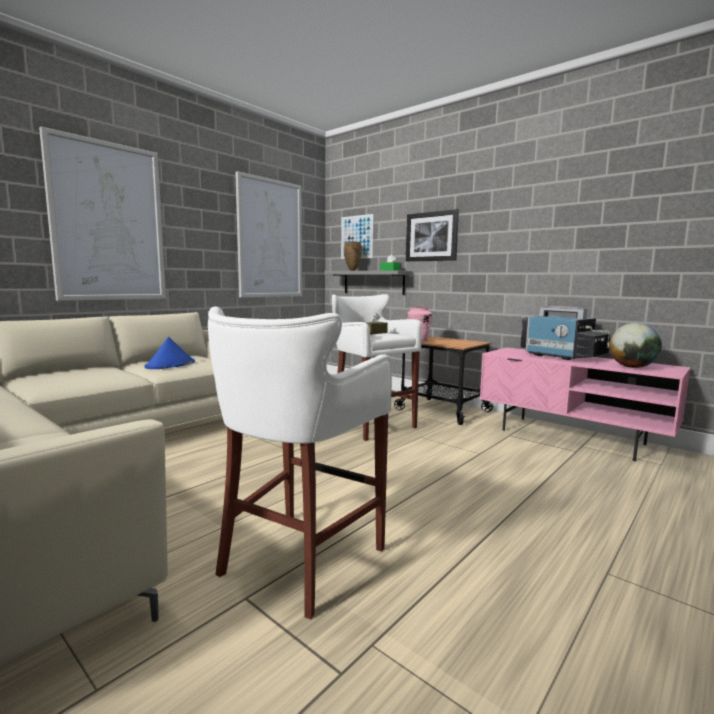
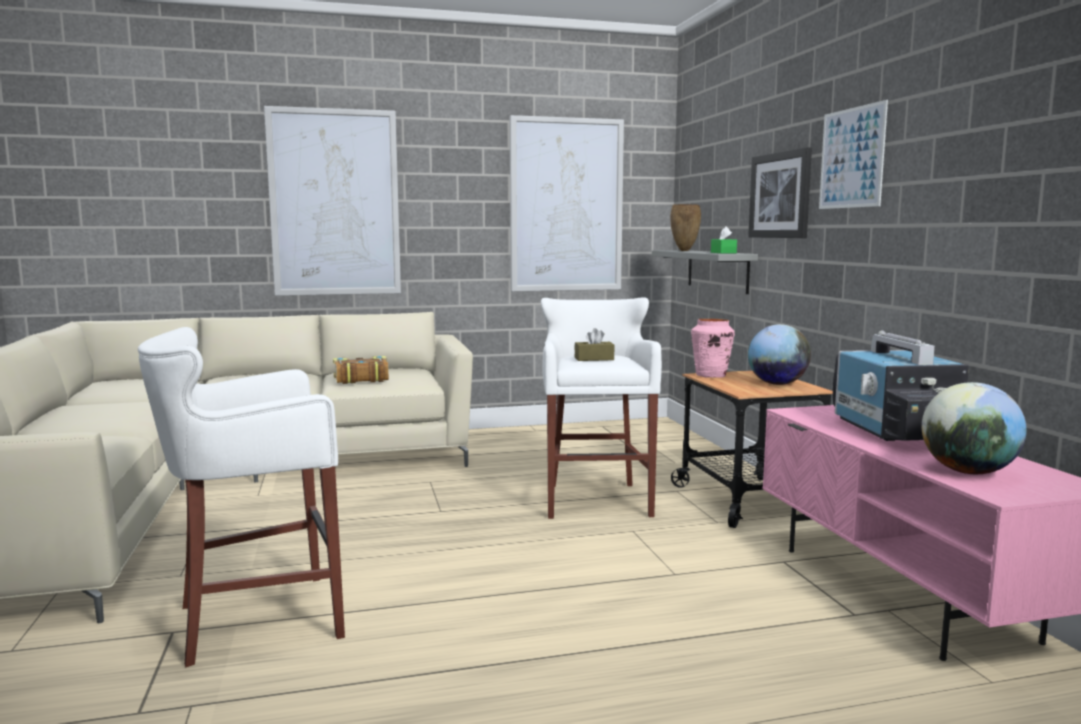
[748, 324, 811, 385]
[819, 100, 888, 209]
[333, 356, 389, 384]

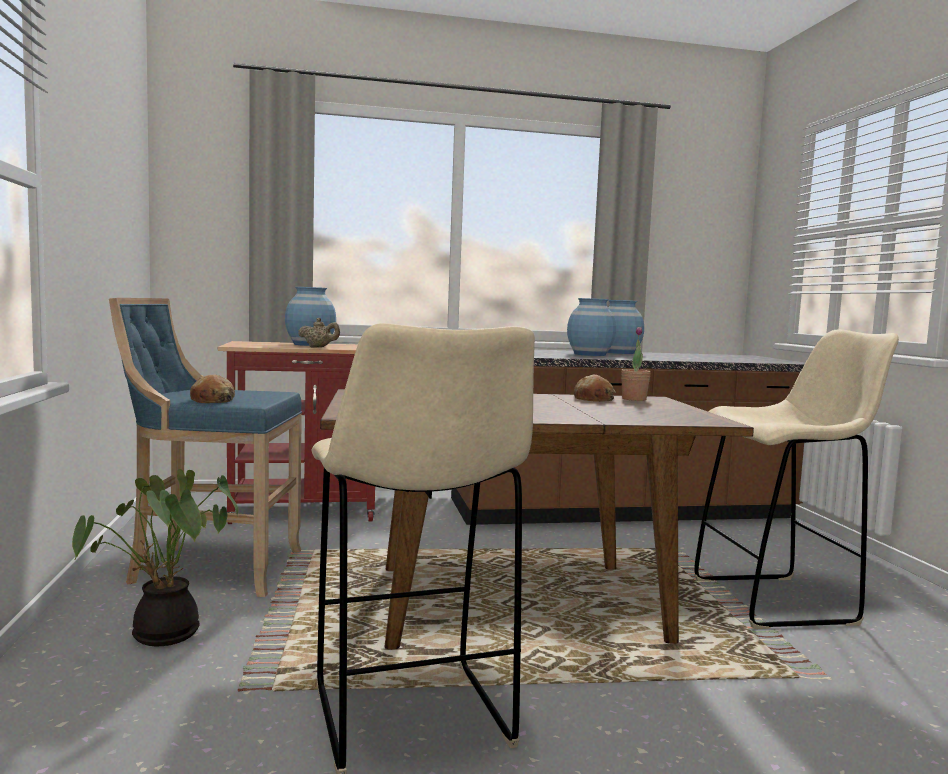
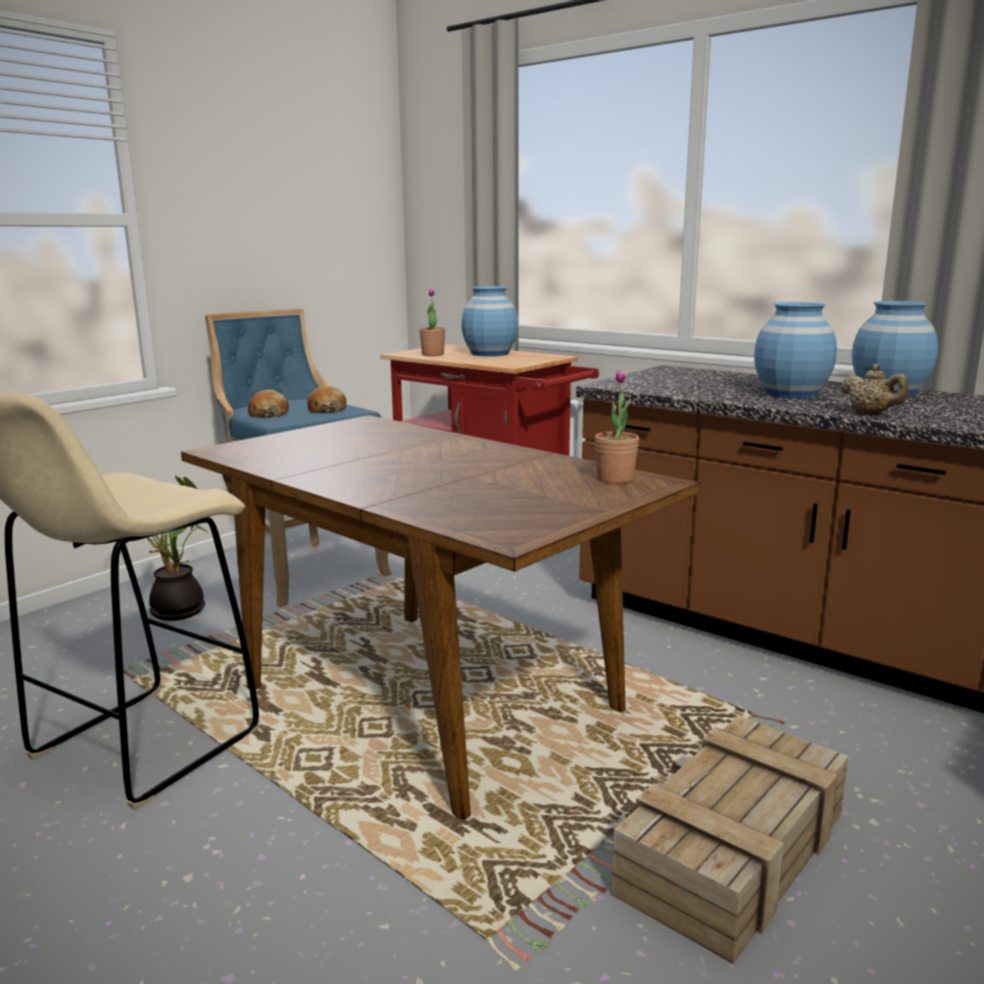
[419, 288, 445, 356]
[840, 364, 909, 414]
[307, 386, 347, 413]
[611, 716, 849, 964]

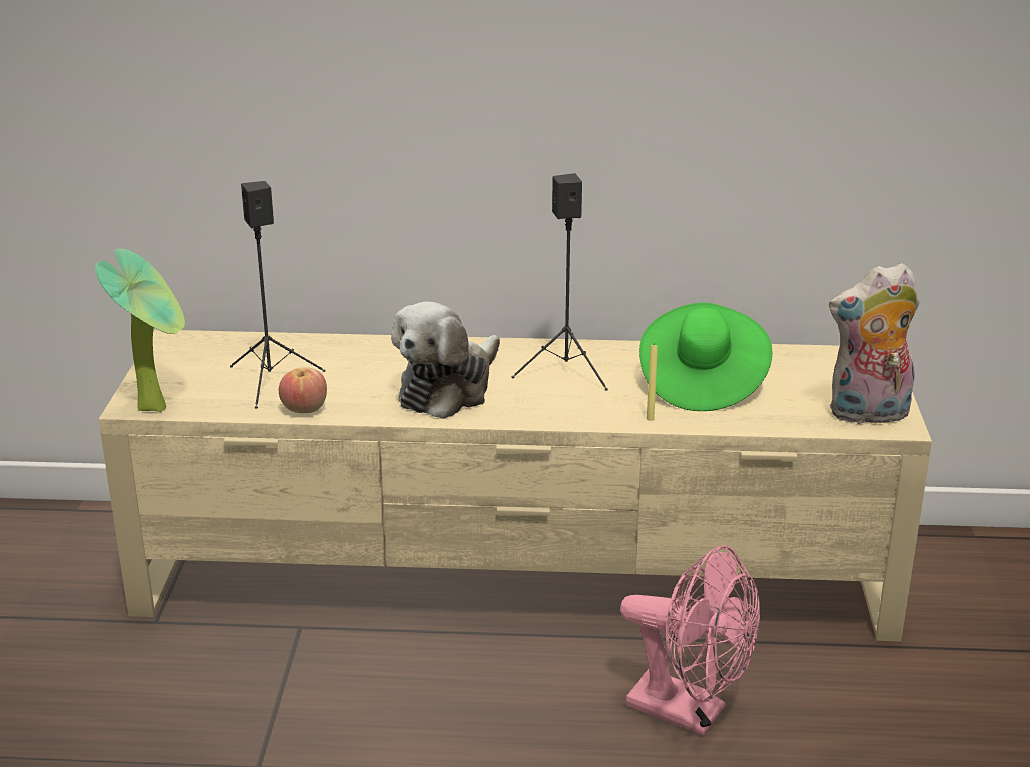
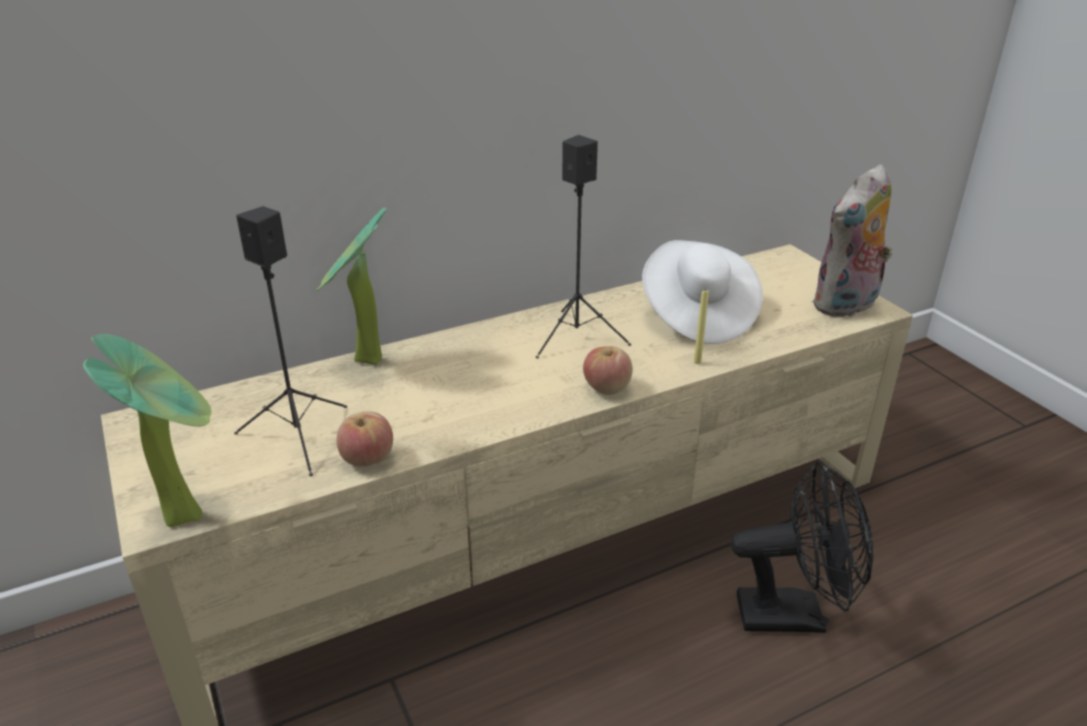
[391, 302, 500, 419] (first image)
[316, 208, 387, 365]
[583, 346, 633, 395]
[731, 460, 873, 633]
[642, 240, 763, 344]

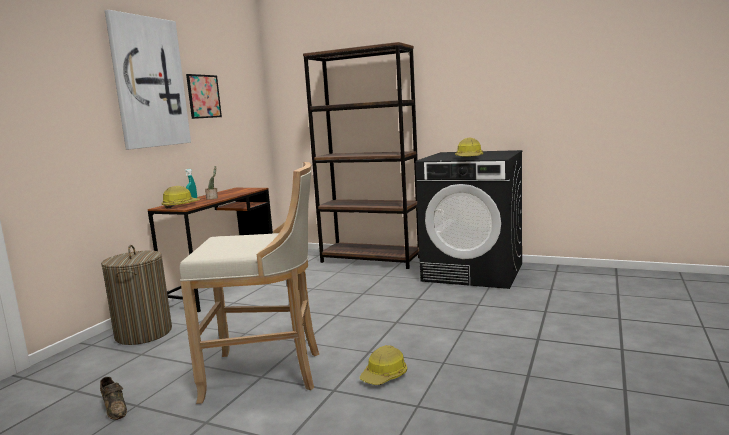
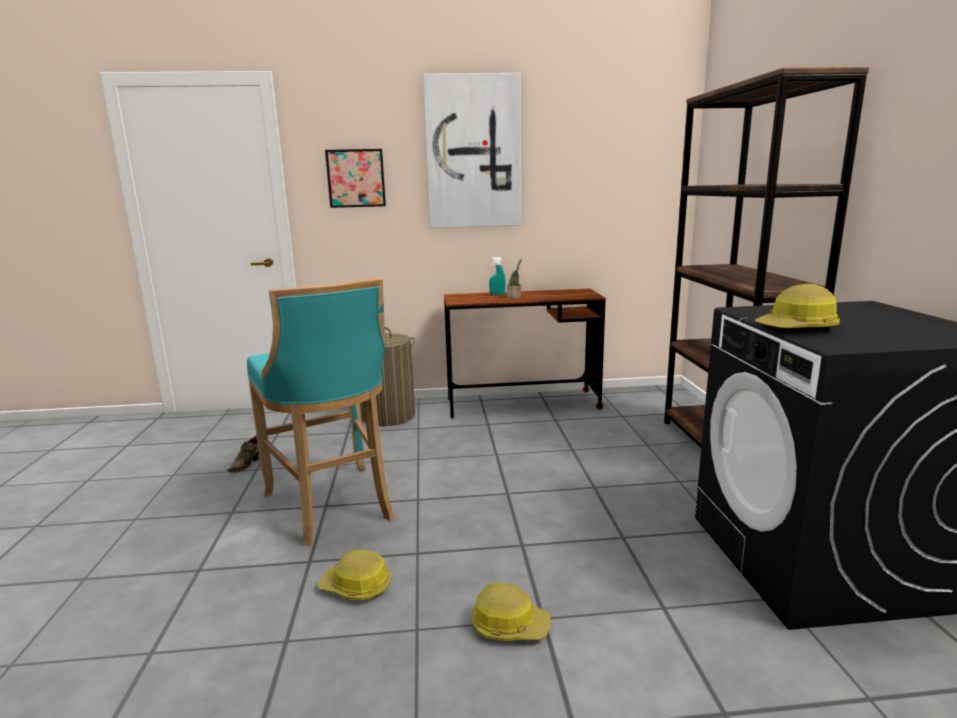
[471, 582, 551, 641]
[325, 149, 386, 208]
[247, 278, 394, 546]

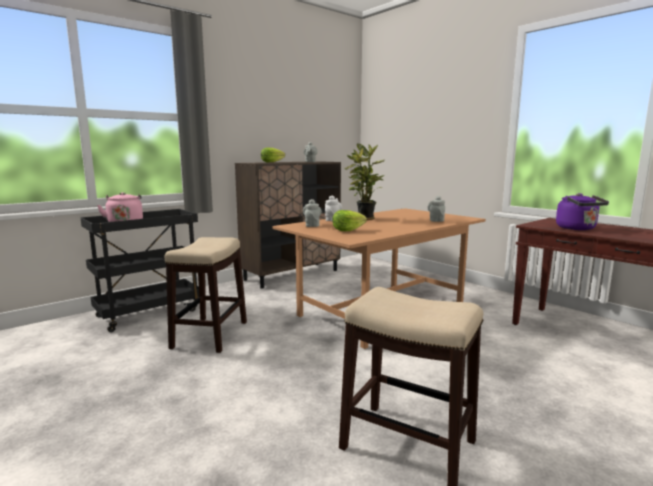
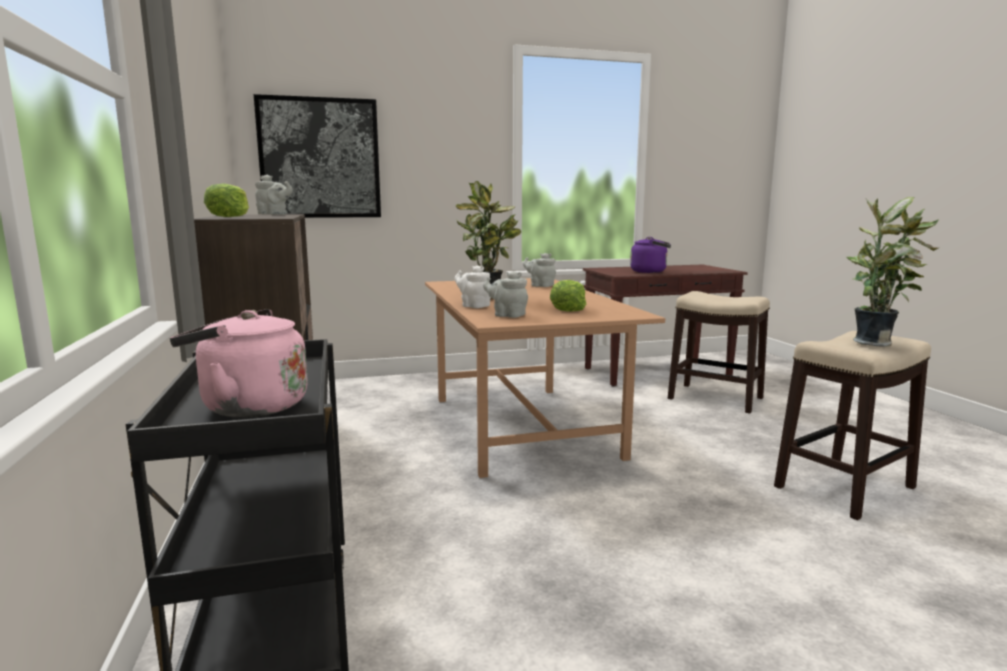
[254, 94, 381, 218]
[847, 197, 939, 347]
[668, 291, 770, 413]

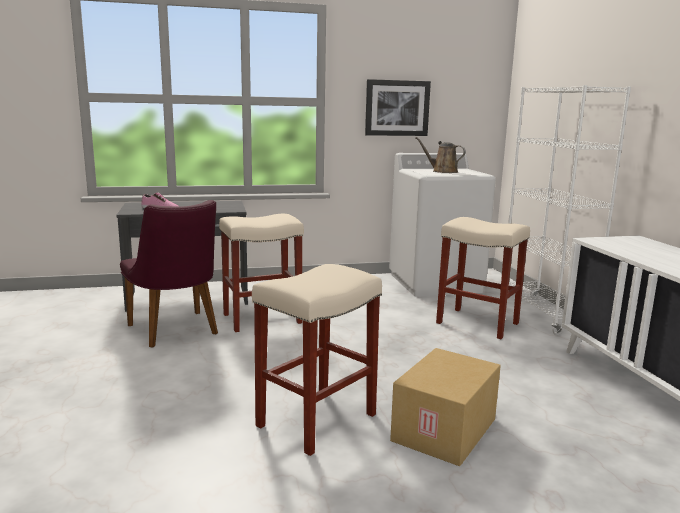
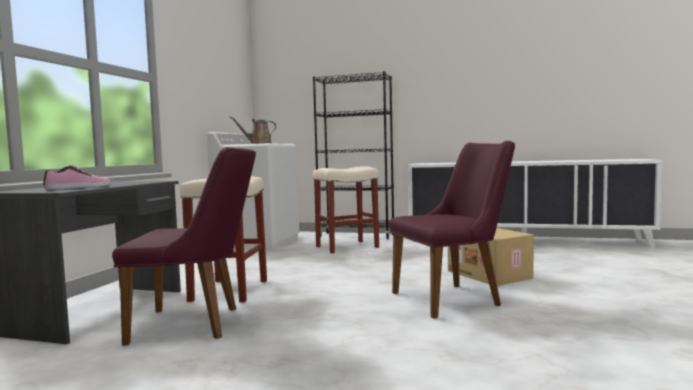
[365, 79, 431, 136] (first image)
[389, 141, 515, 318]
[313, 71, 394, 239]

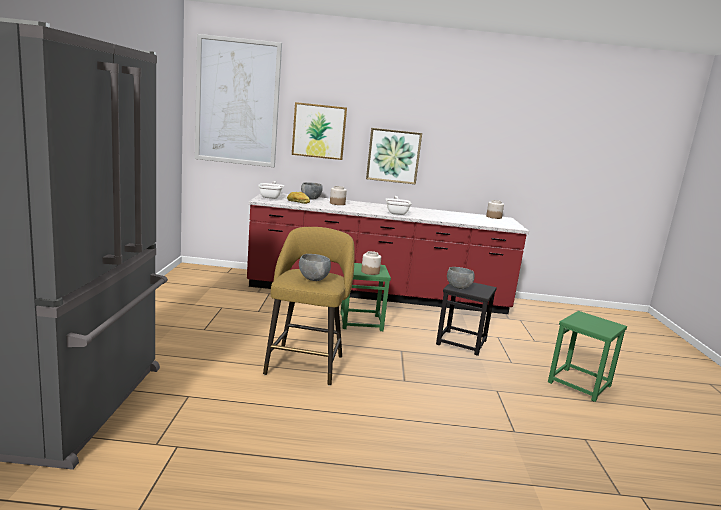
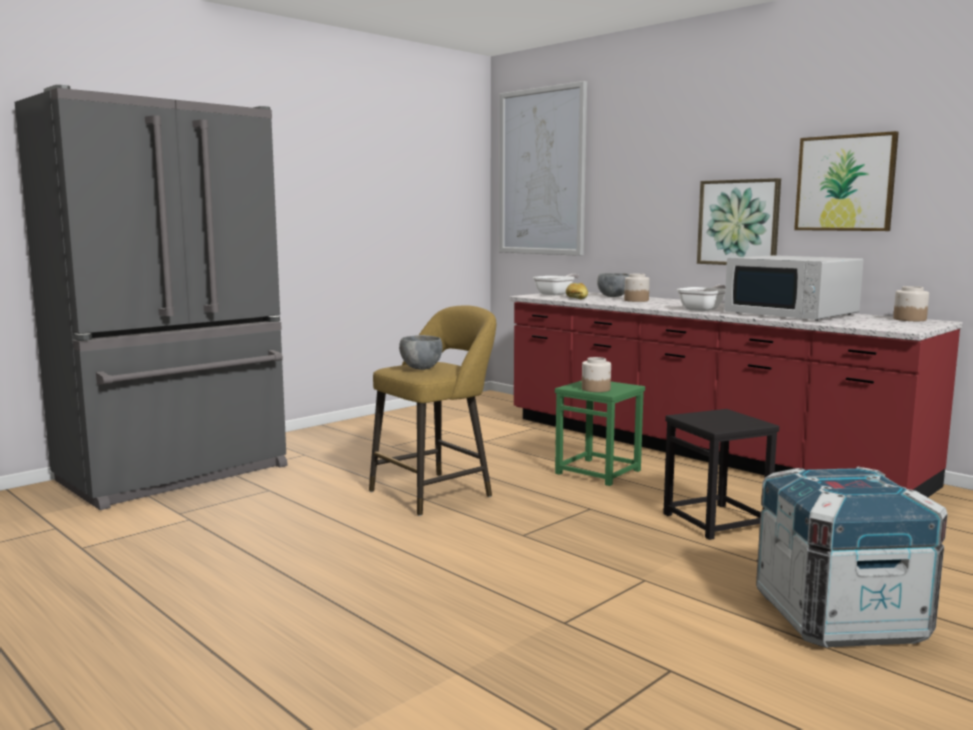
[447, 267, 475, 289] (first image)
[724, 255, 864, 321]
[794, 131, 899, 231]
[756, 466, 948, 648]

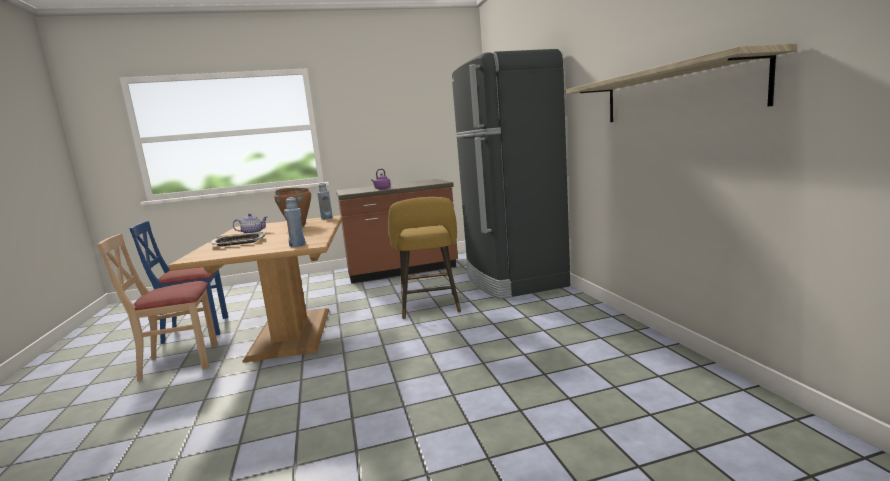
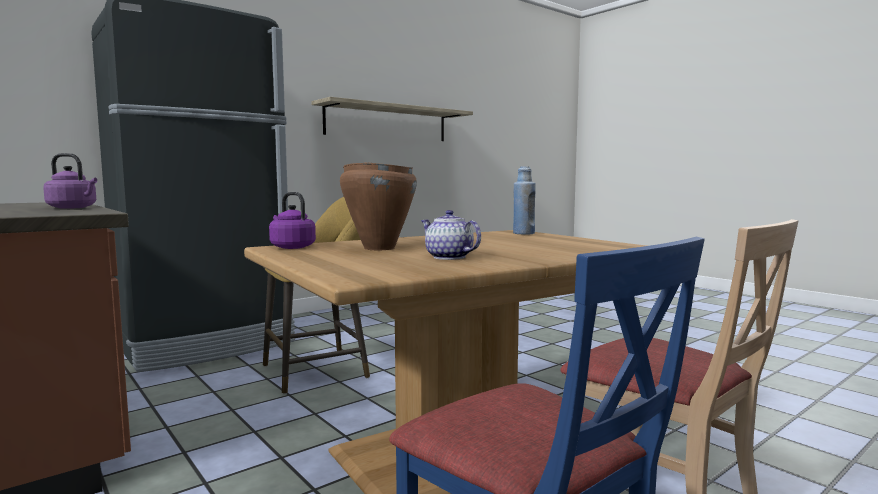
[210, 231, 265, 247] (first image)
[269, 192, 316, 249]

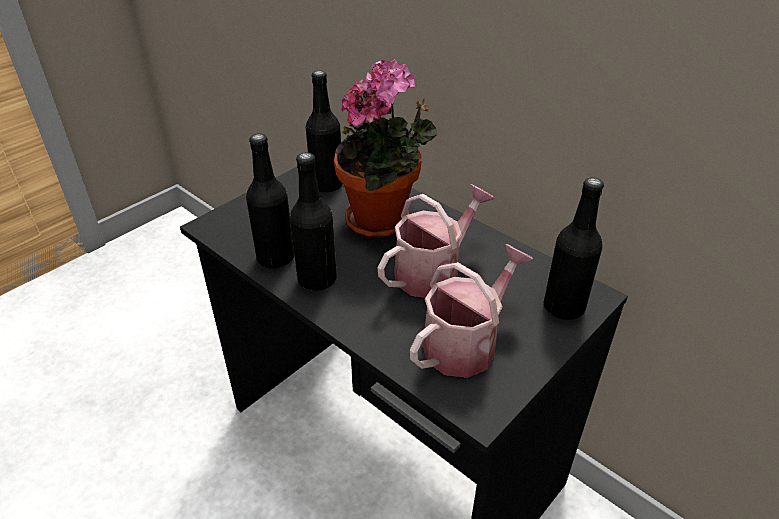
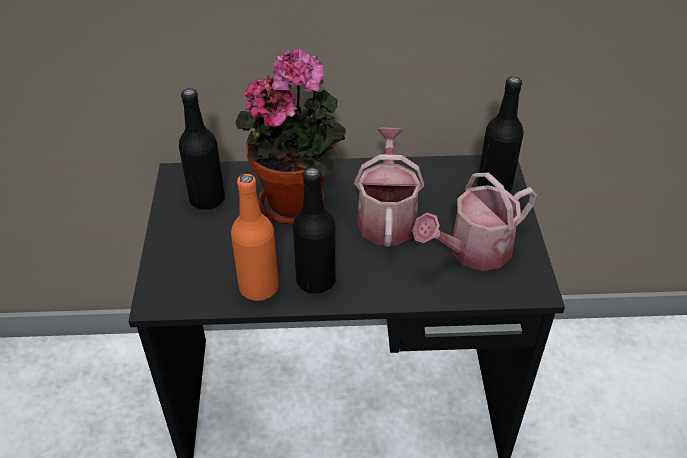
[231, 174, 279, 301]
[412, 173, 537, 271]

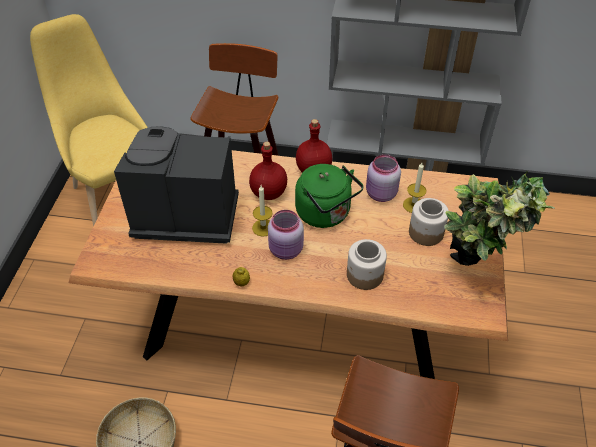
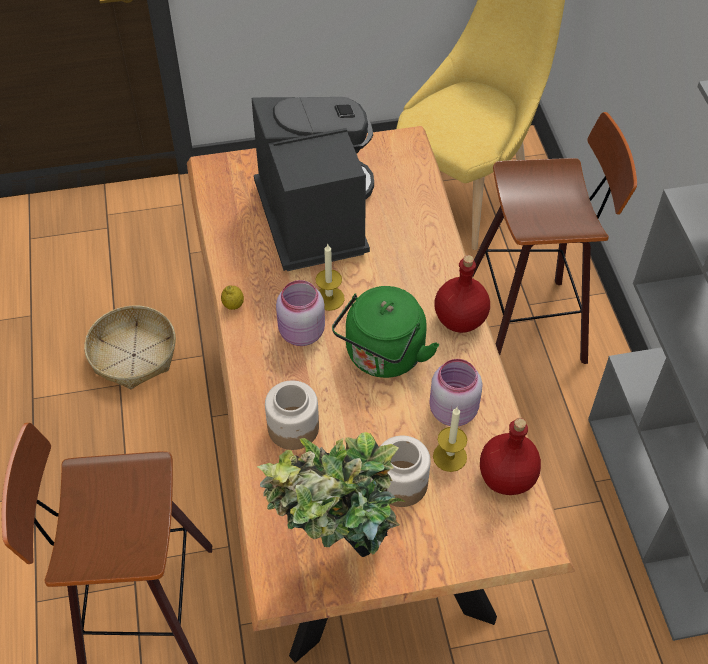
[480, 418, 541, 495]

